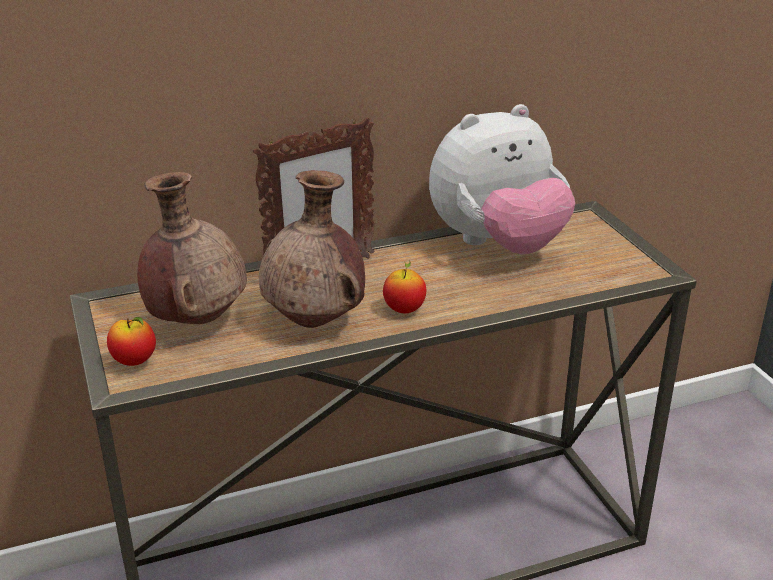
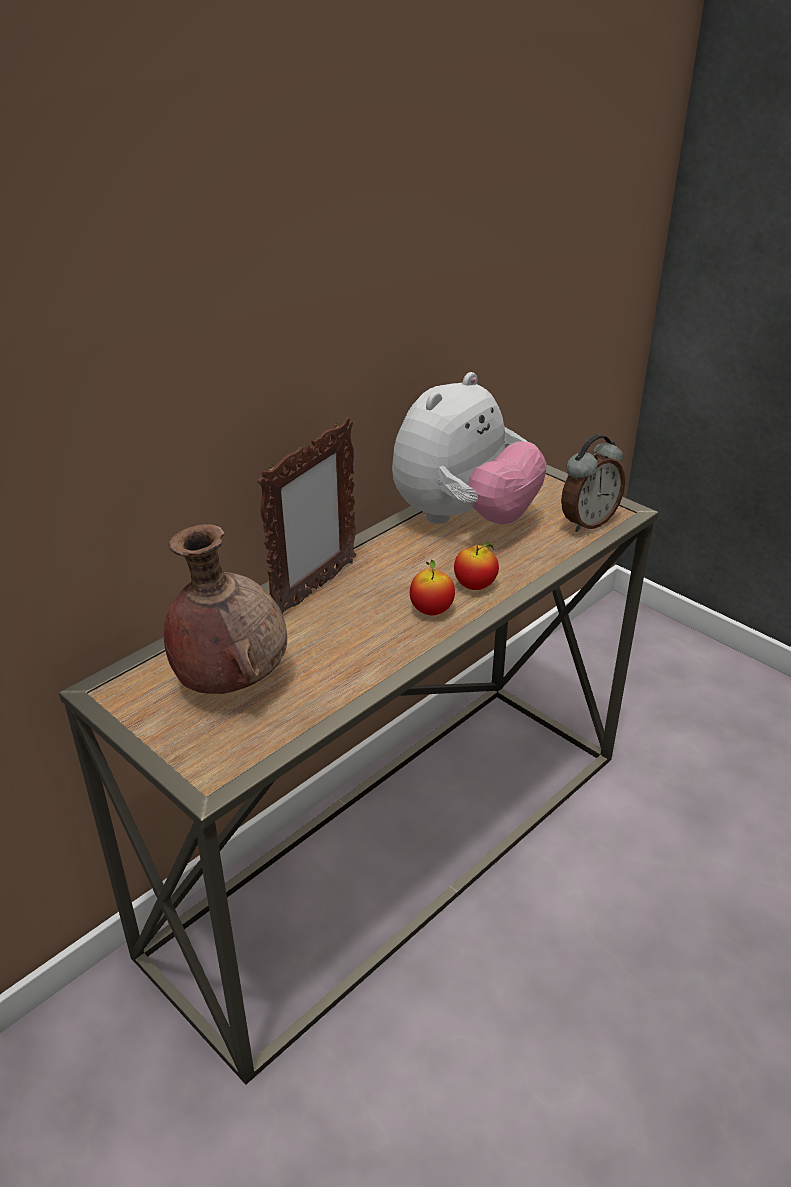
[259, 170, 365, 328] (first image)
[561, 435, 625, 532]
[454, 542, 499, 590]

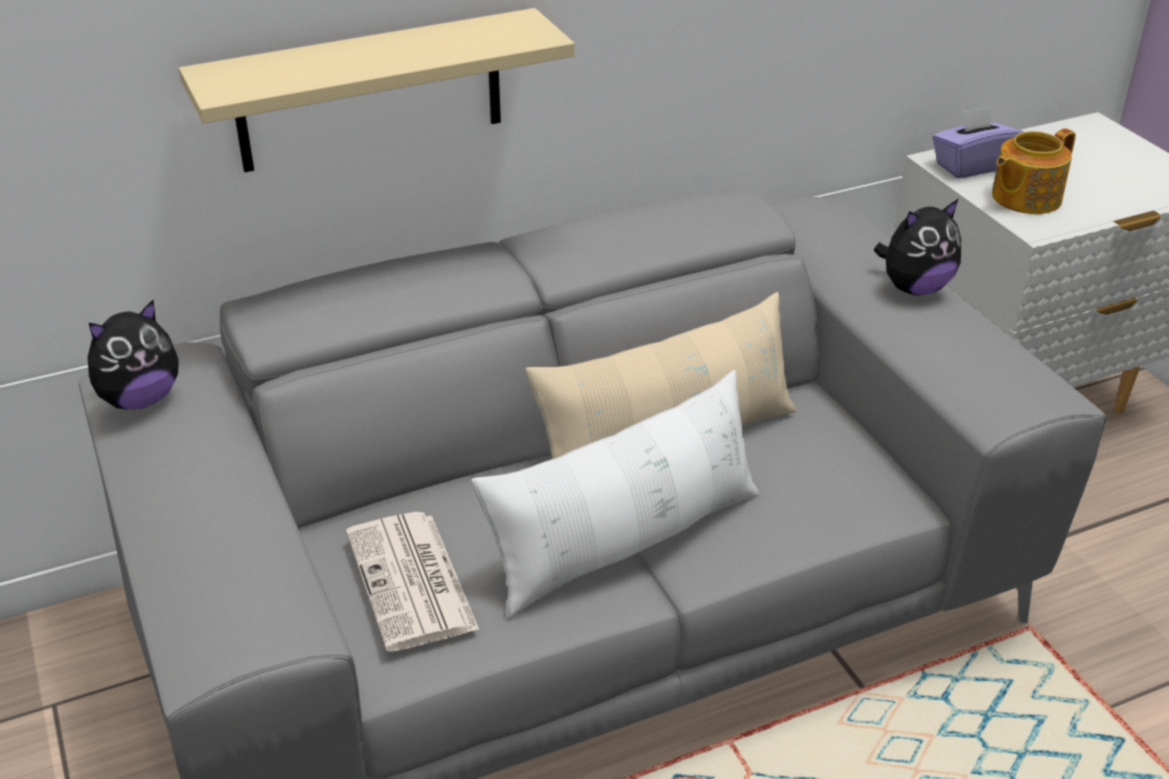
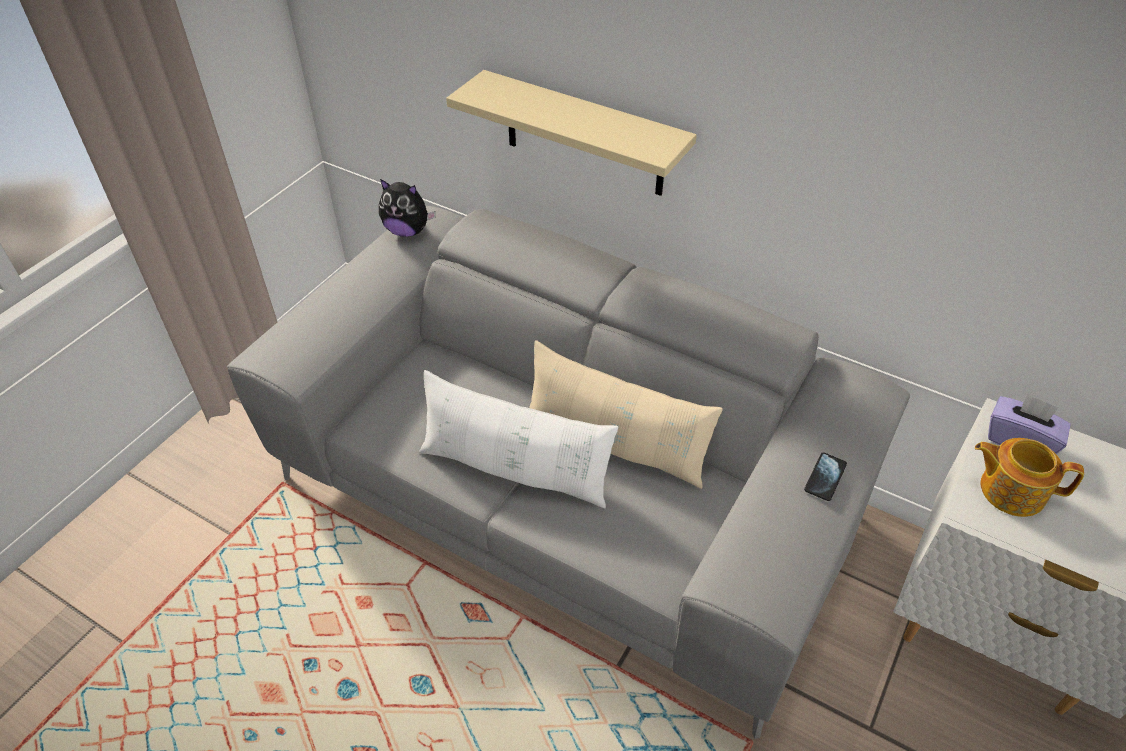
[346, 512, 479, 652] (first image)
[804, 452, 847, 501]

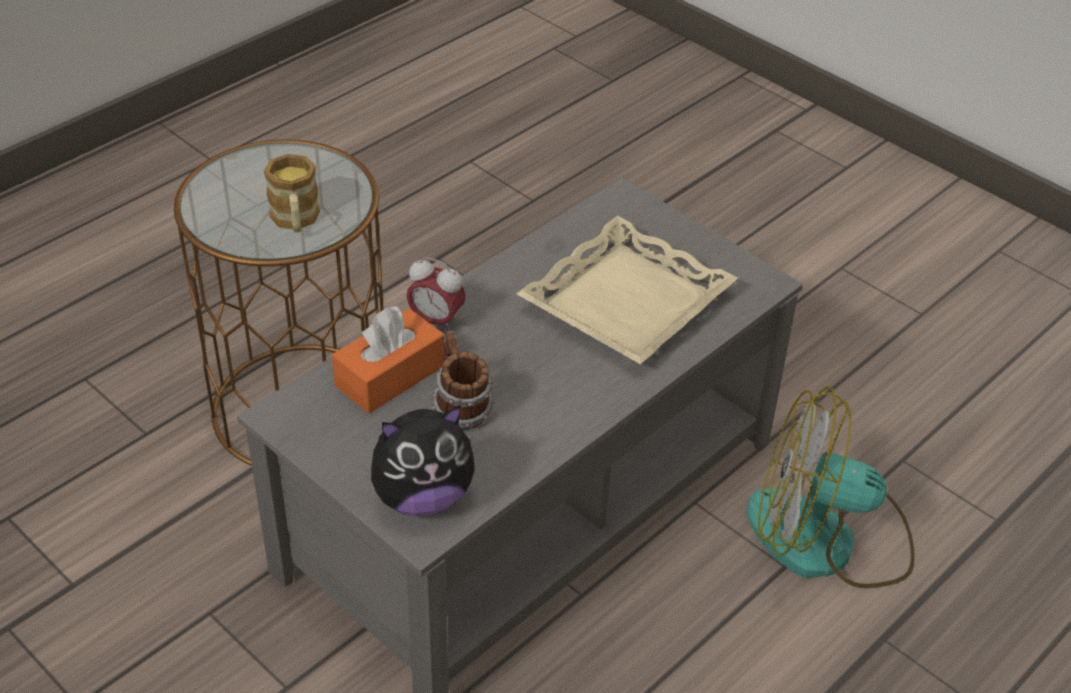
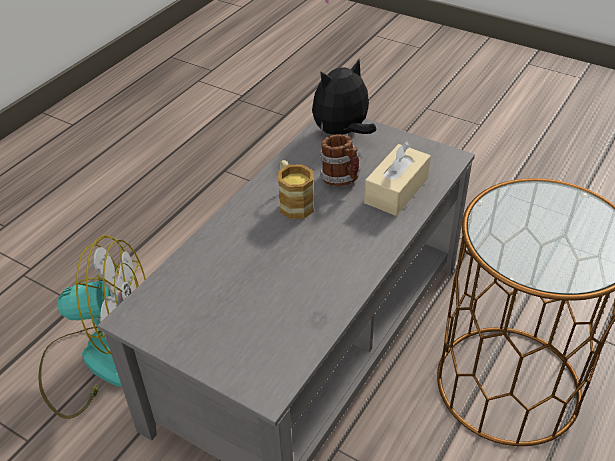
[406, 257, 466, 331] (first image)
[516, 216, 738, 364] (first image)
[278, 160, 314, 219]
[364, 141, 431, 216]

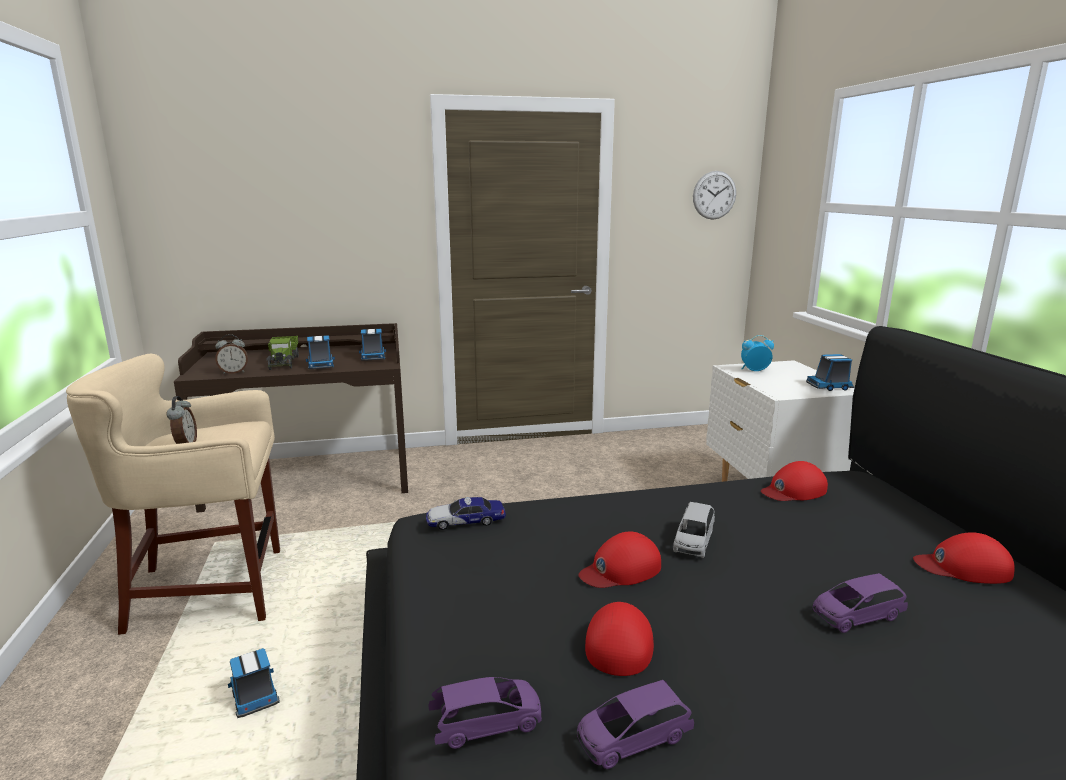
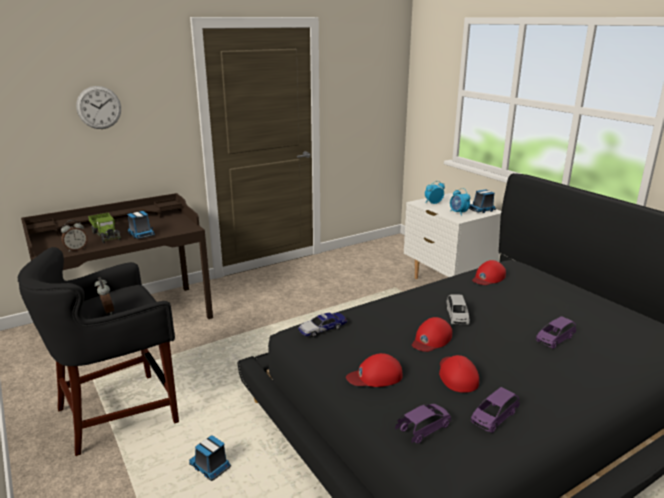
[359, 329, 386, 361] (first image)
[450, 188, 470, 216]
[76, 86, 121, 129]
[346, 353, 403, 387]
[18, 247, 179, 456]

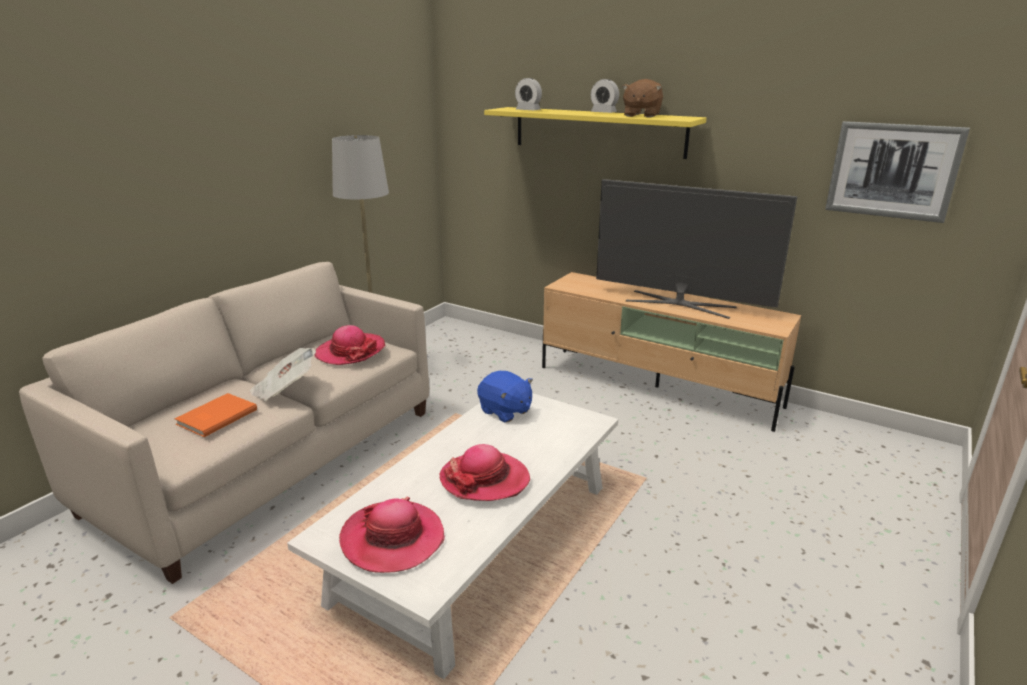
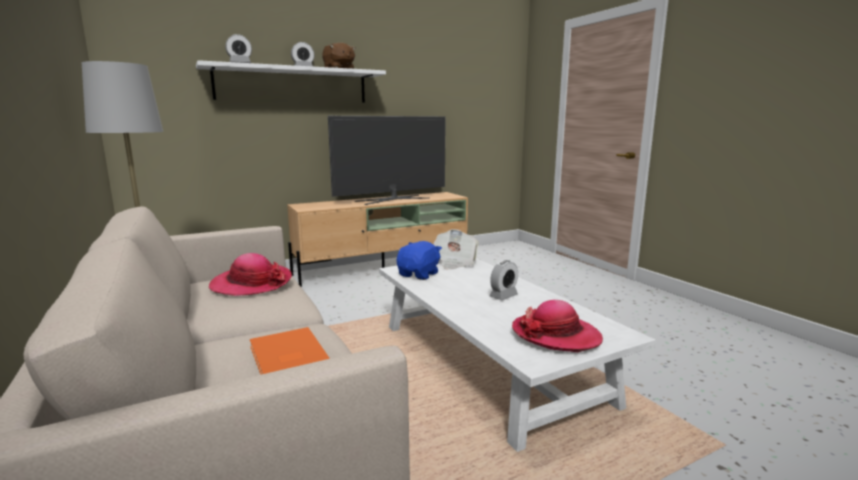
[825, 121, 970, 223] (first image)
[433, 229, 479, 270]
[490, 260, 518, 300]
[196, 60, 386, 103]
[397, 241, 442, 280]

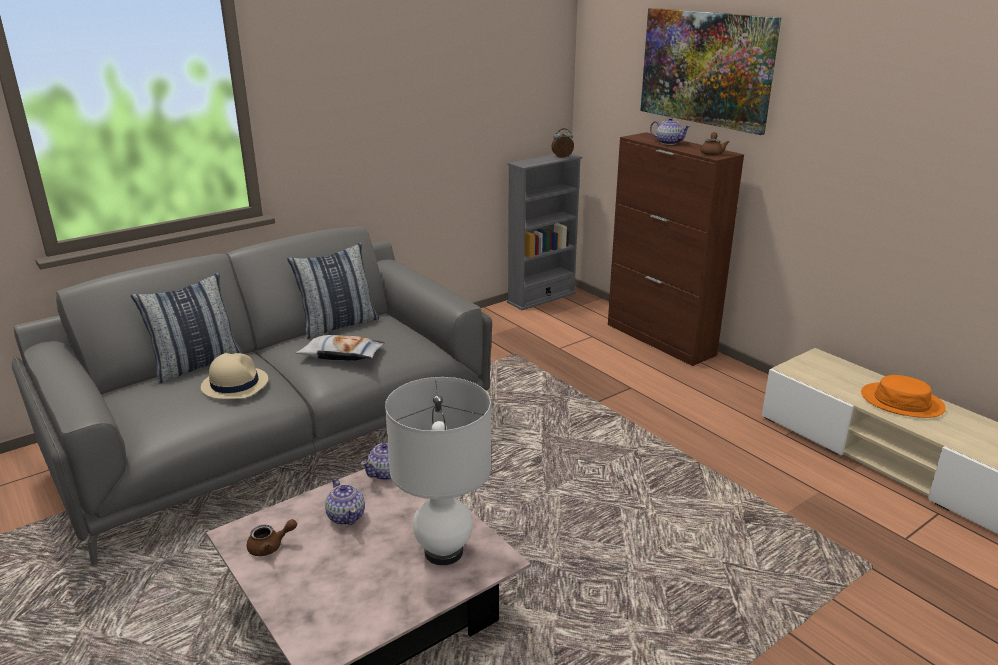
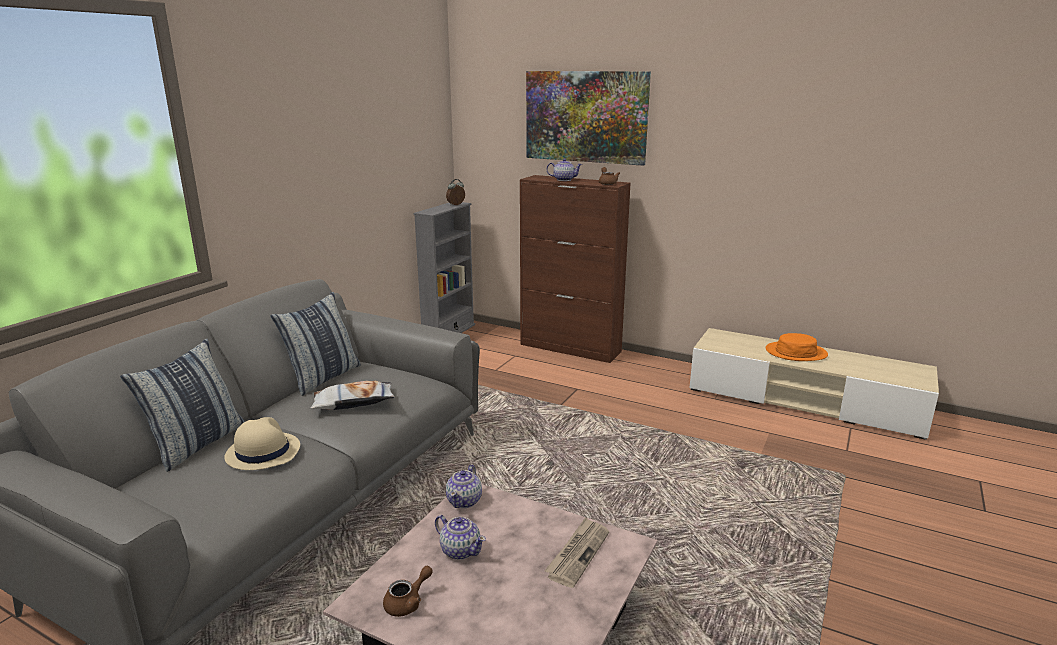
[544, 517, 609, 588]

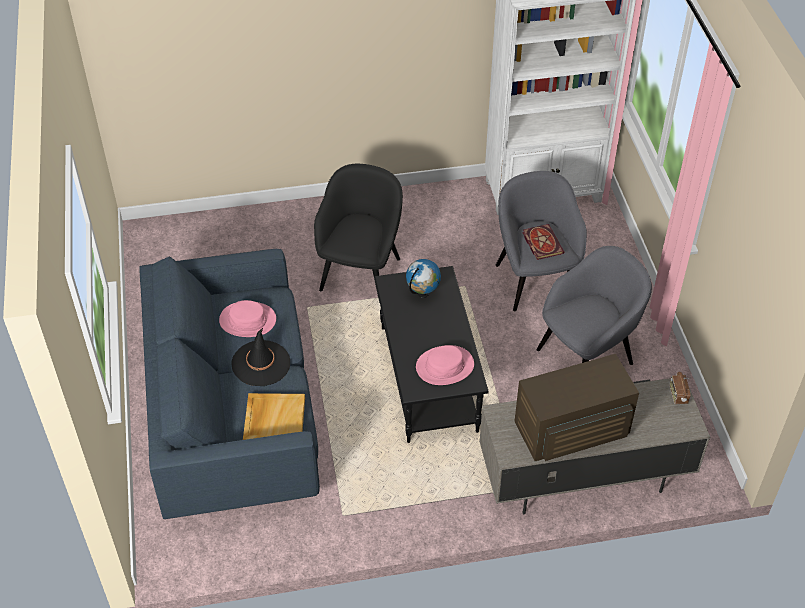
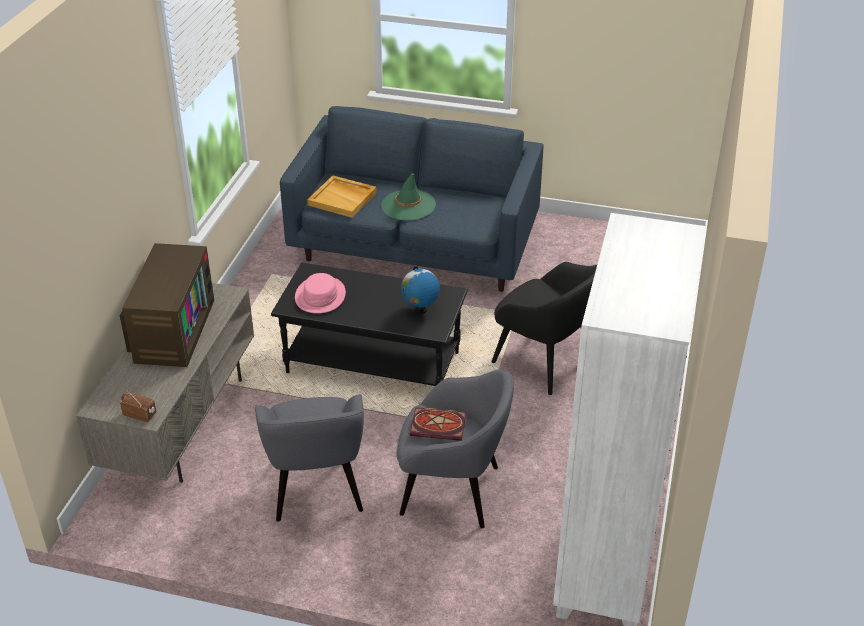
[219, 300, 276, 337] (first image)
[381, 173, 436, 221]

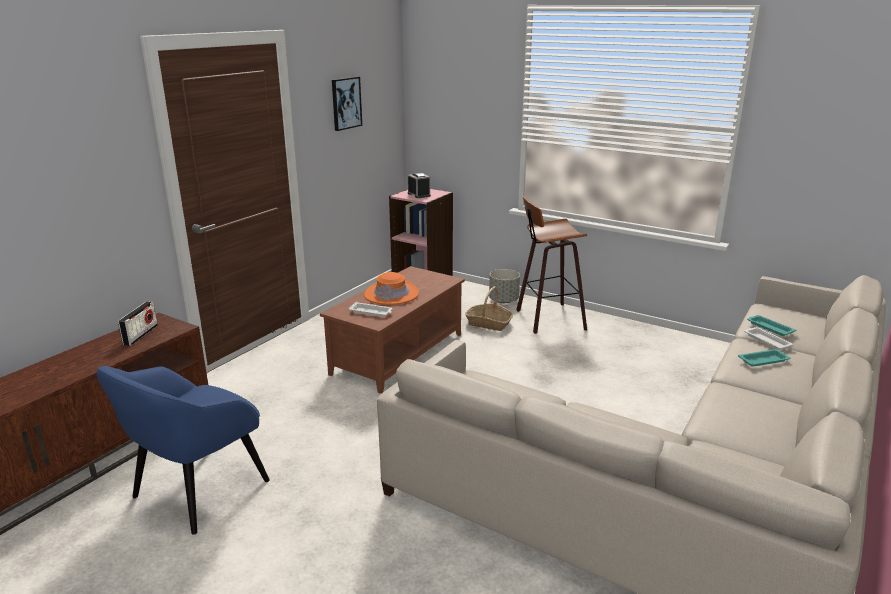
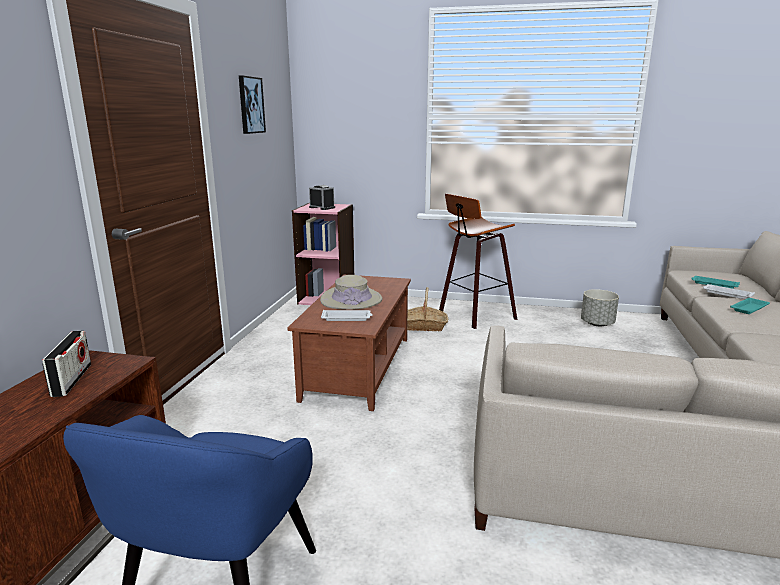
[581, 289, 619, 326]
[320, 275, 382, 310]

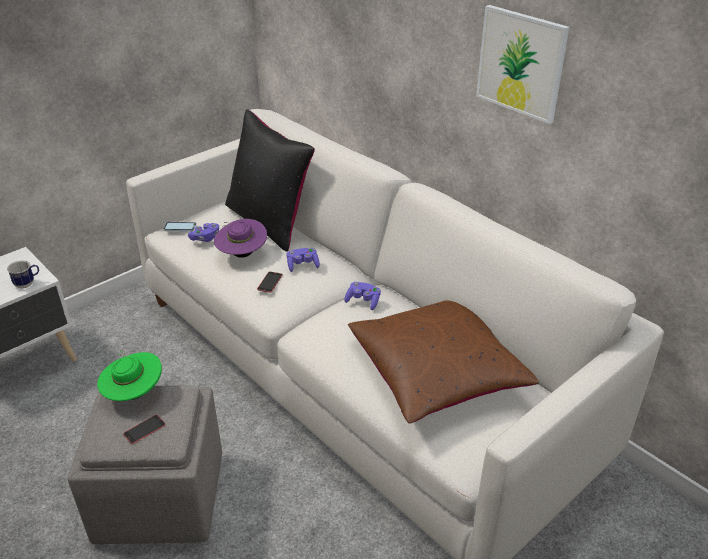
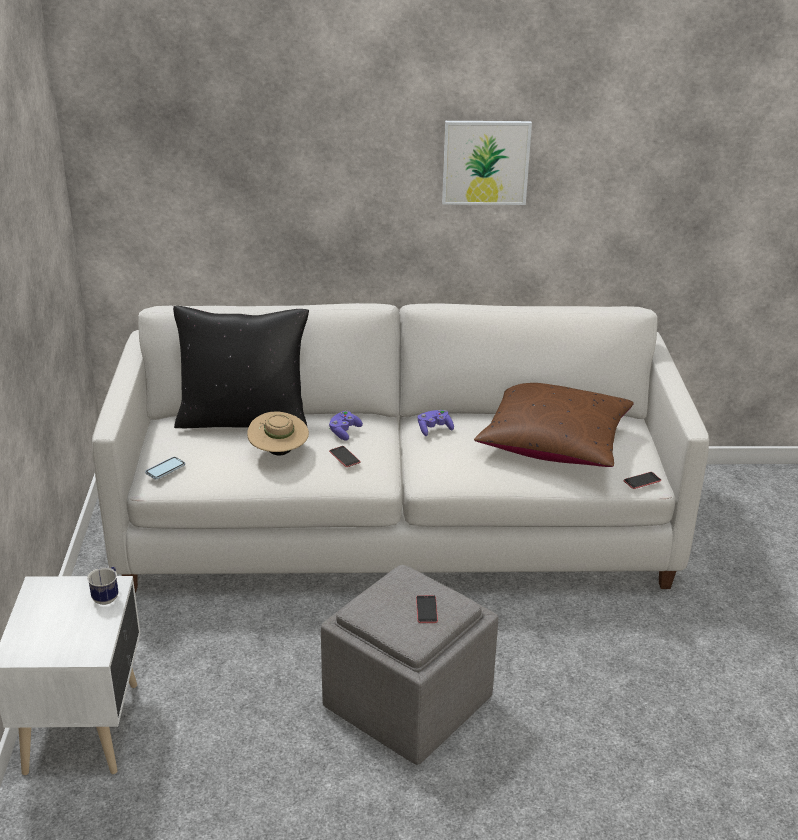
[97, 351, 162, 401] (first image)
[188, 223, 219, 242] (first image)
[624, 472, 661, 489]
[247, 411, 309, 455]

